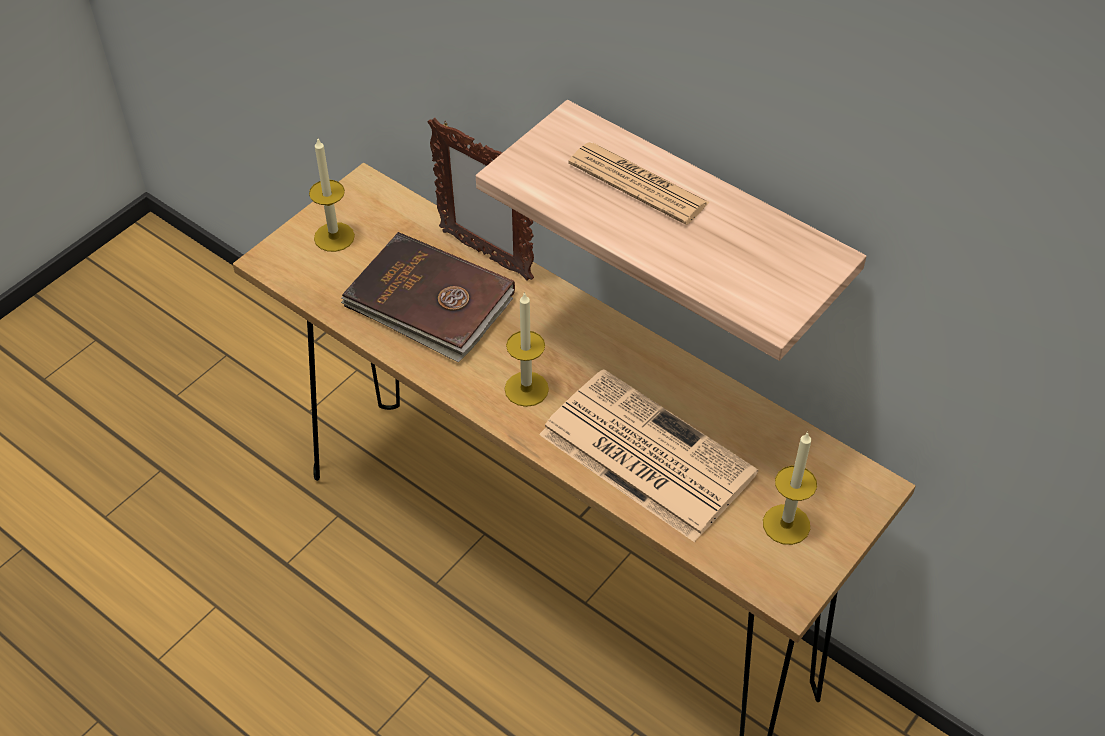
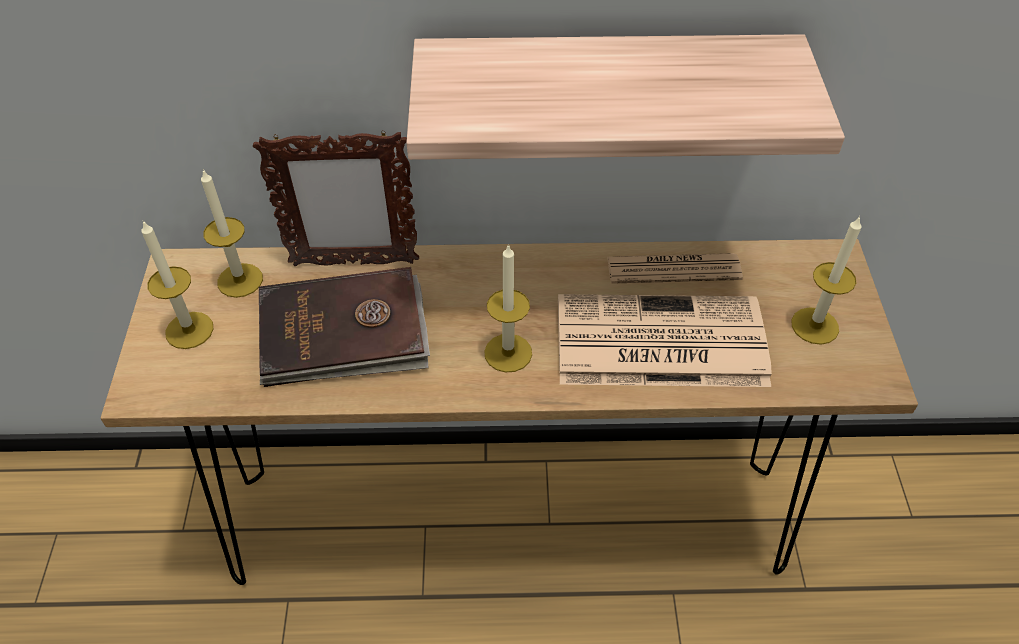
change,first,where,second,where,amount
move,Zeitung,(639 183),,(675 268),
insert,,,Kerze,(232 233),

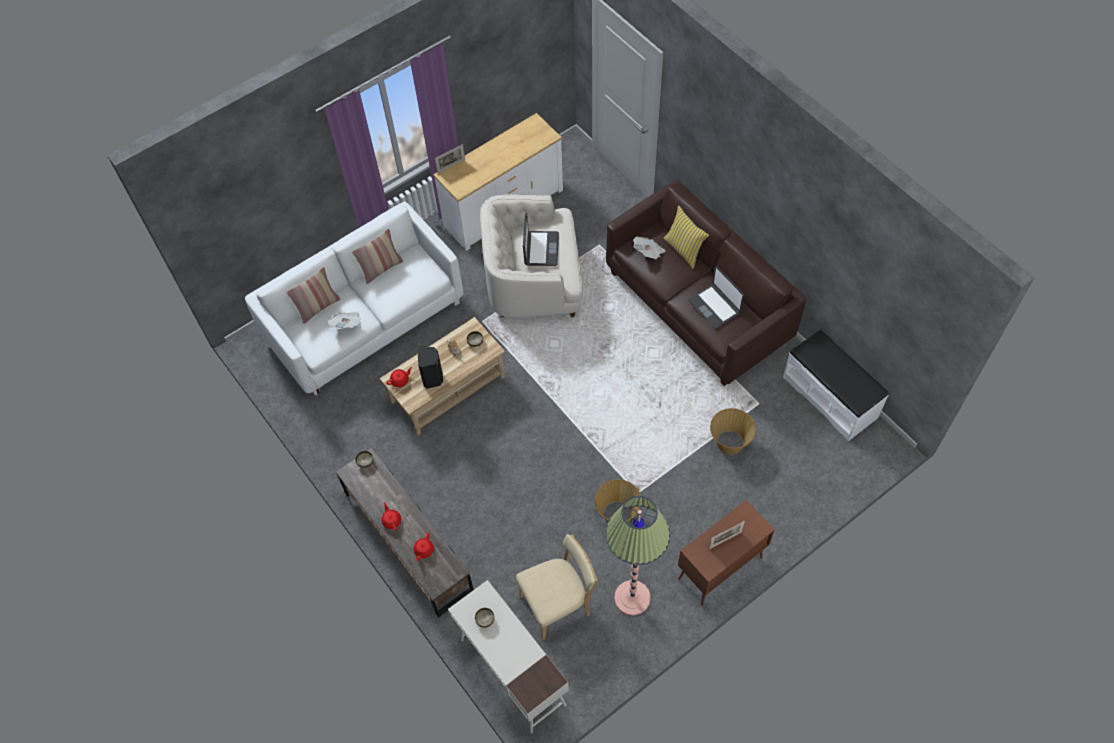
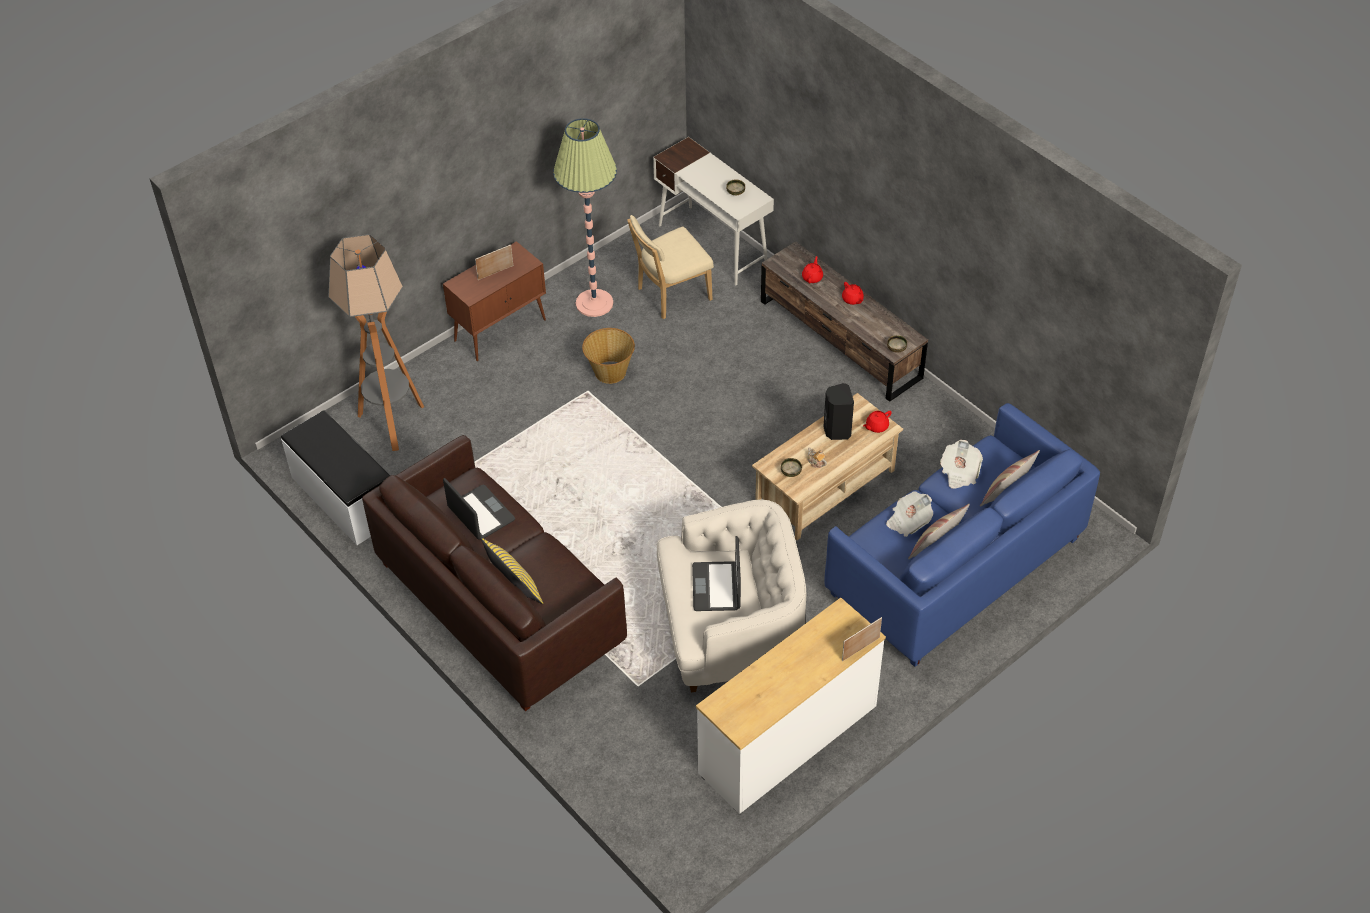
change,first,where,second,where,amount
recolor,Sofa/weiß,(354 299),Sofa/blau,(962 535),
move,Zeitung,(649 248),,(909 514),
delete,Korb,(733 431),,,
insert,,,Stehlampe,(376 342),

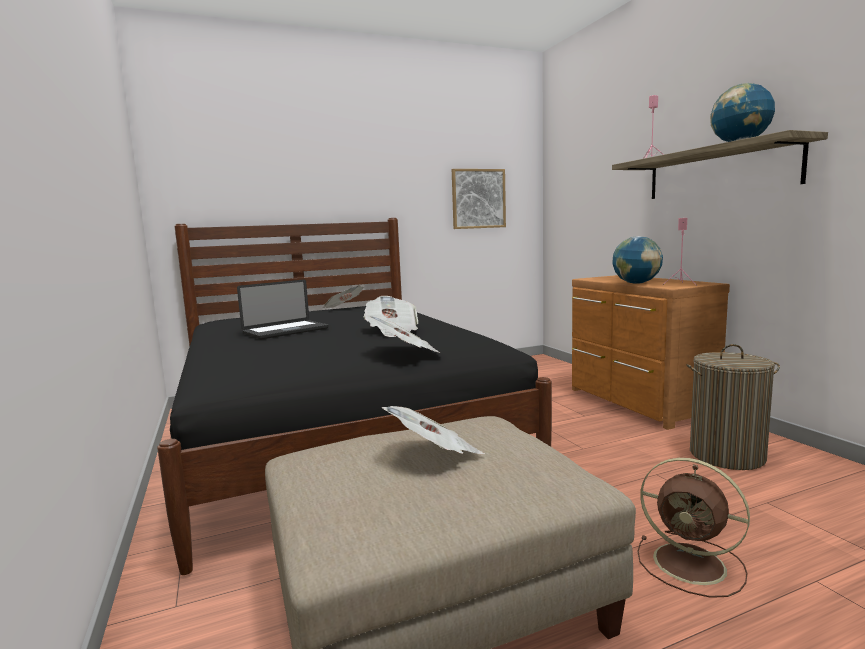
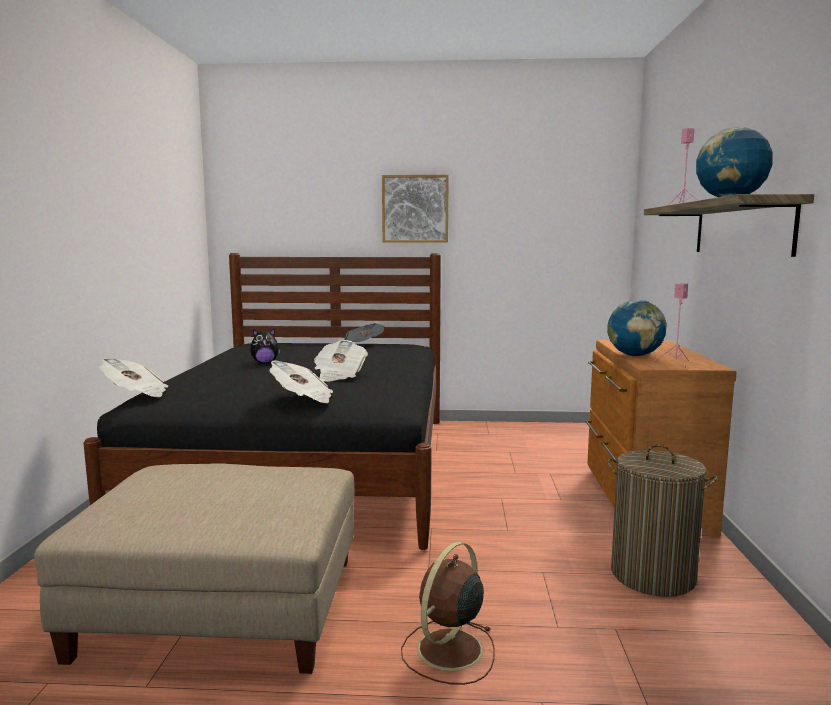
change,first,where,second,where,amount
move,Bild,(479 199),,(415 209),
replace,Laptop,(283 309),Plüschtier,(265 346),
move,Zeitung,(433 430),,(133 377),
rotate,Ventilator/braun,(694 528),,(448 613),60 degrees clockwise

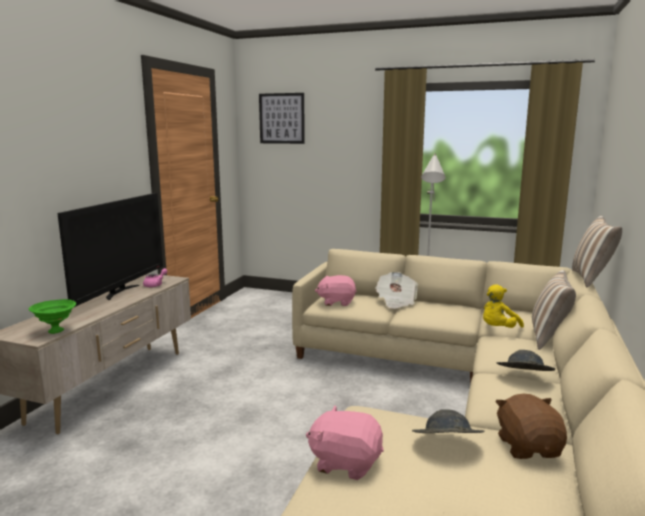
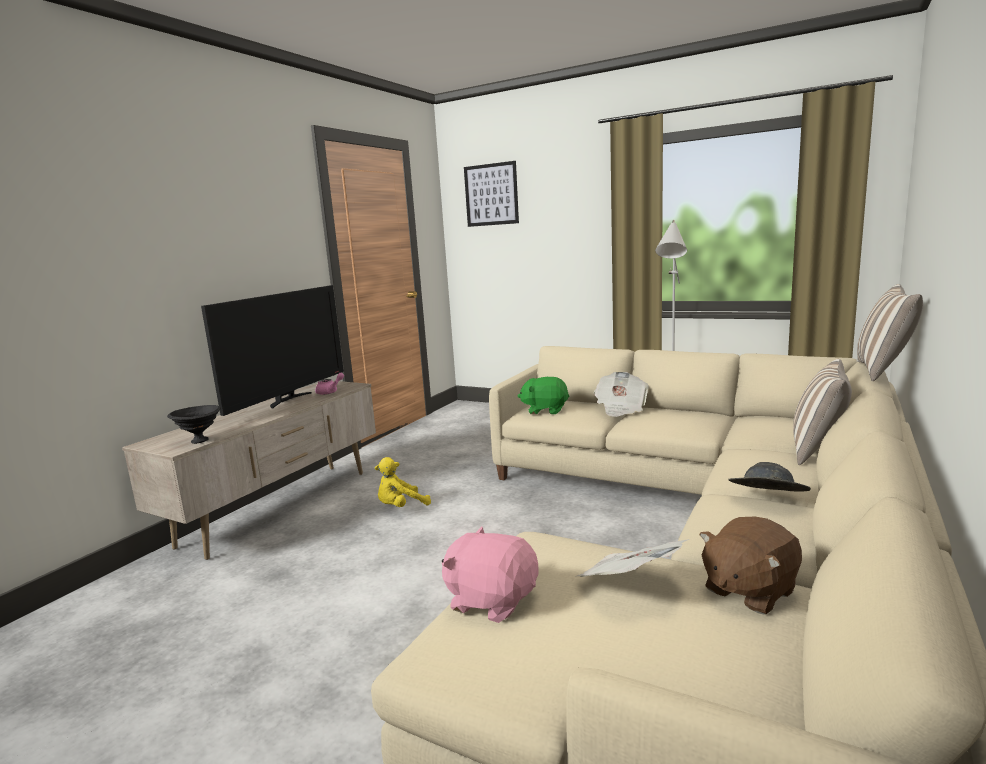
change,first,where,second,where,amount
recolor,Plüschtier/rosa,(336 290),Plüschtier/grün,(543 395),
move,Plüschtier/gelb,(503 306),,(403 482),
recolor,Schüssel/grün,(52 316),Schüssel/schwarz,(194 424),
rotate,Plüschtier/braun,(531 426),,(750 566),135 degrees counterclockwise
replace,Hut/grau,(448 421),Zeitung,(632 558),

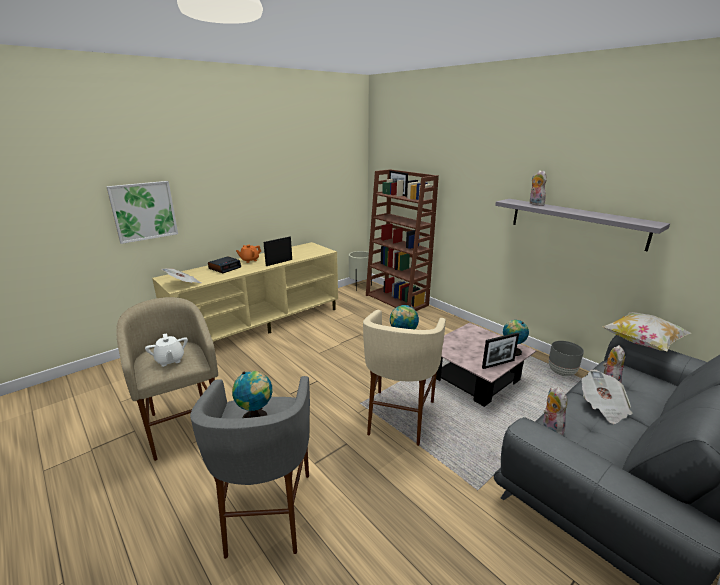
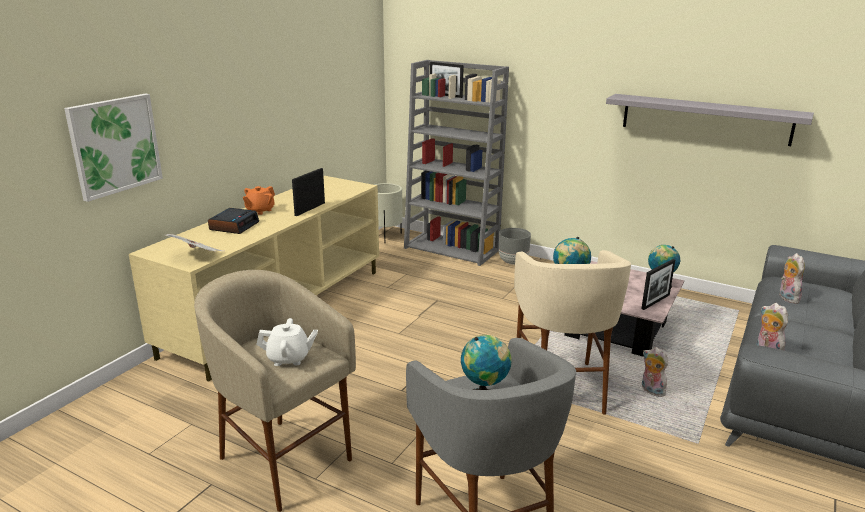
change,first,where,second,where,amount
recolor,Bücherregal/braun,(402 240),Bücherregal/grau,(456 163),
move,Plüschtier,(538 188),,(655 372),
delete,Kissen,(646 332),,,
rotate,Teekanne/weiß,(166 350),,(287 342),45 degrees counterclockwise
move,Pflanzkübel/grau,(566 358),,(515 246),
delete,Zeitung,(607 397),,,

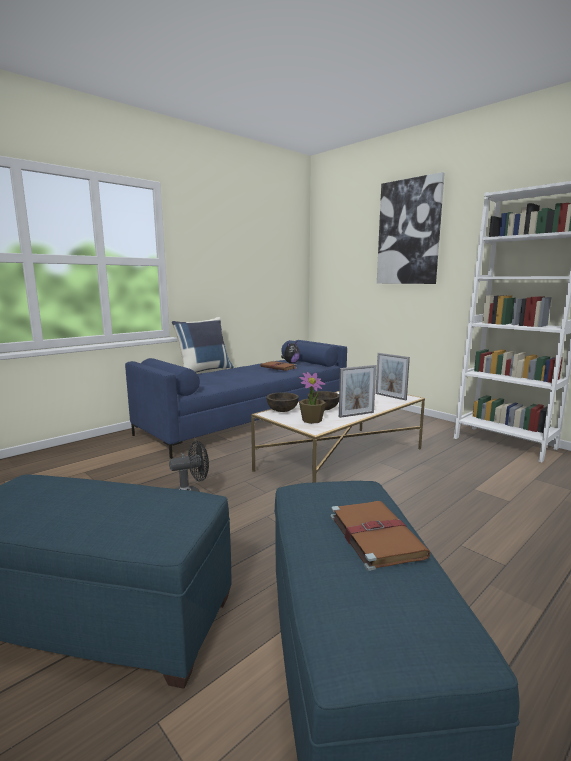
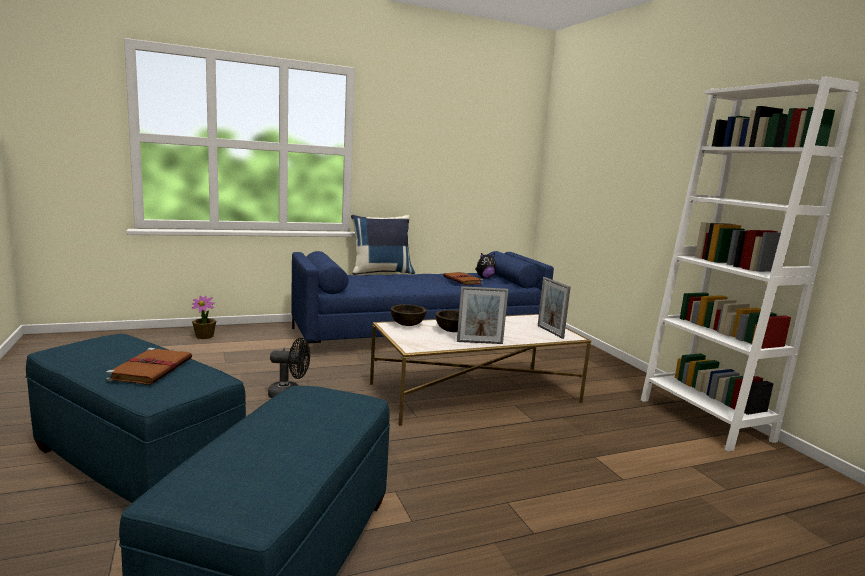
change,first,where,second,where,amount
delete,Bild,(411 228),,,
move,Topfpflanze,(312 398),,(204 317),
move,Buch/braun,(380 536),,(149 366),

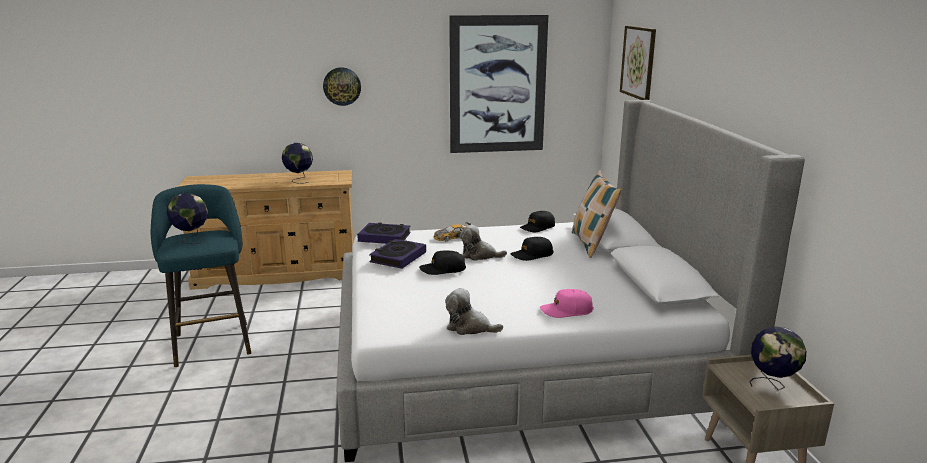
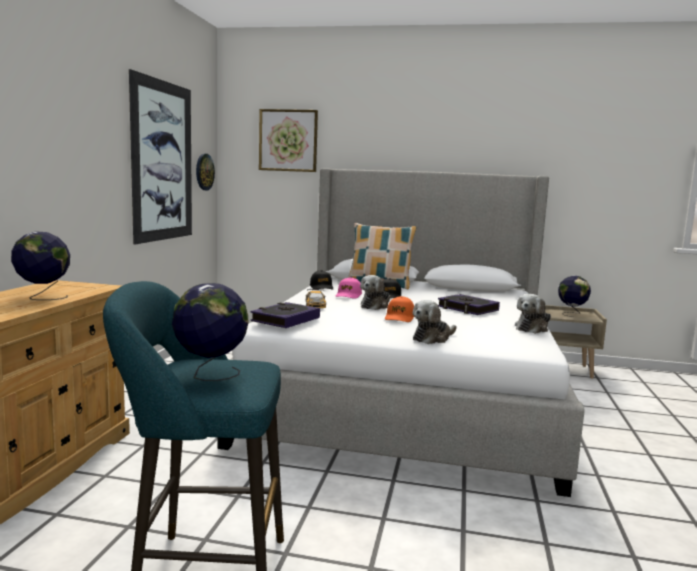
change,first,where,second,where,amount
move,Wanduhr,(342 86),,(205 172),
move,Buch,(397 254),,(469 304),
recolor,Kappe/schwarz,(442 262),Kappe/orange,(399 309),
move,Kappe/rosa,(567 303),,(348 288),
insert,,,Plüschtier,(434 322),

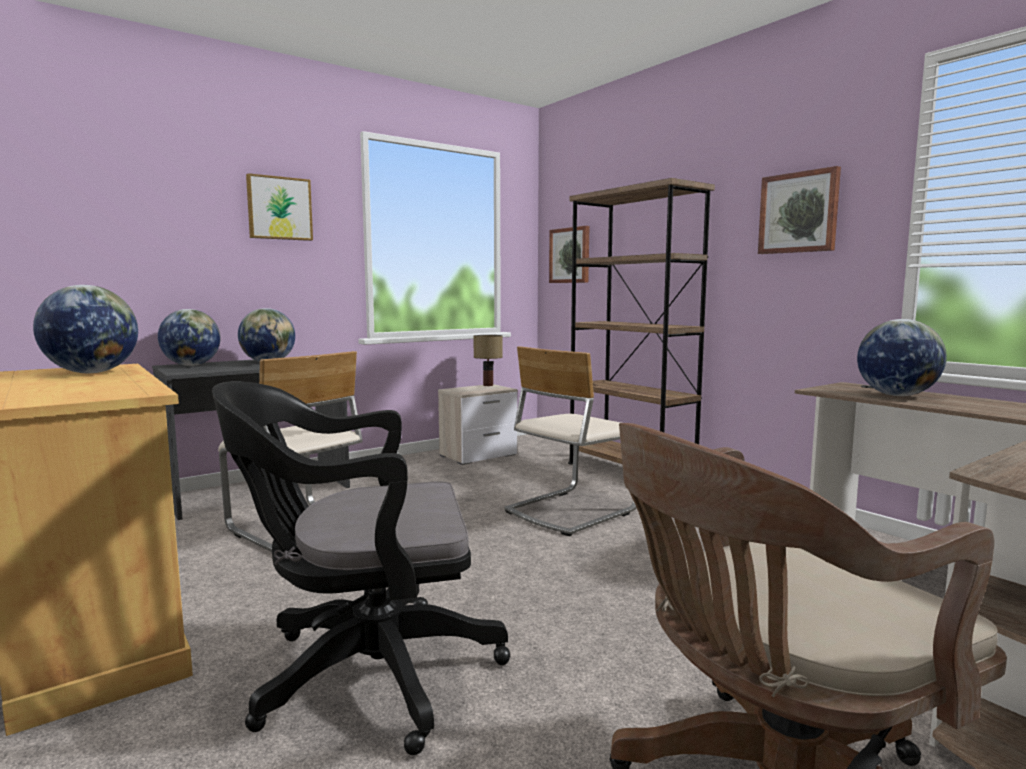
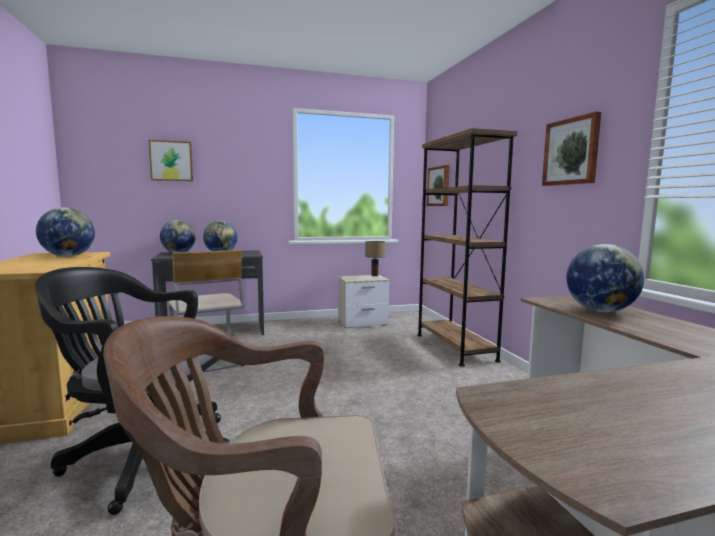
change,first,where,second,where,amount
move,Bild,(279 207),,(171 160),
delete,Stuhl/beige,(570 441),,,

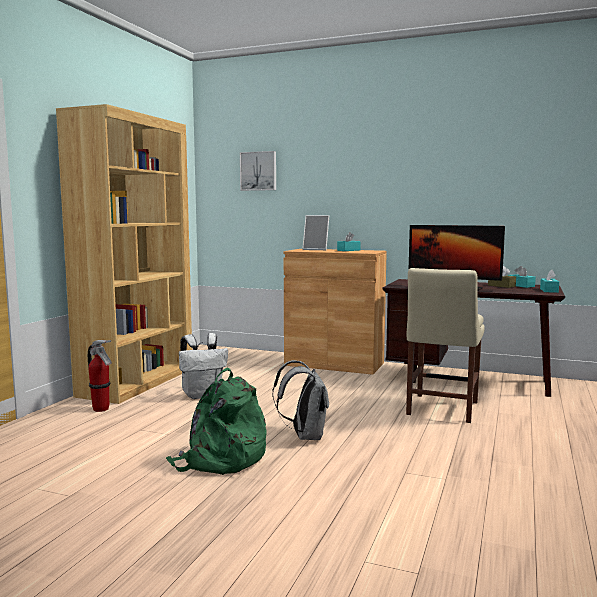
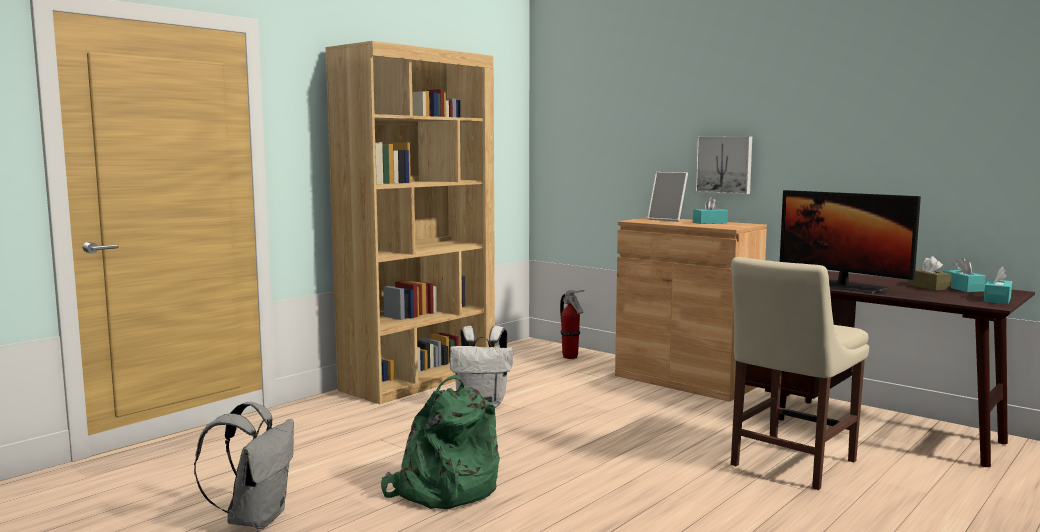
change,first,where,second,where,amount
move,Bild,(258 171),,(723 165),
move,Feuerlöscher,(100 376),,(572 324),
move,Rucksack/grau,(300 400),,(244 465),

